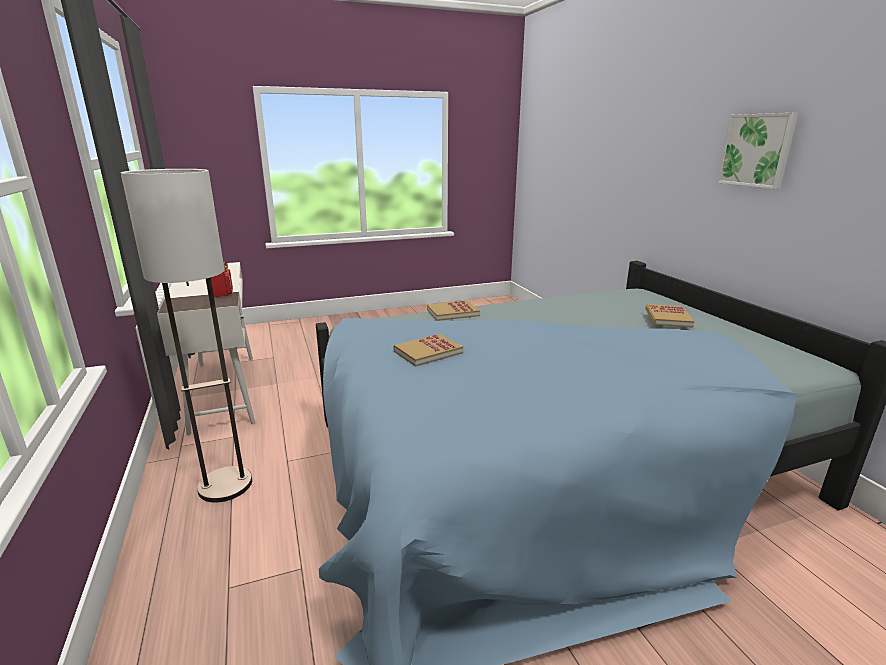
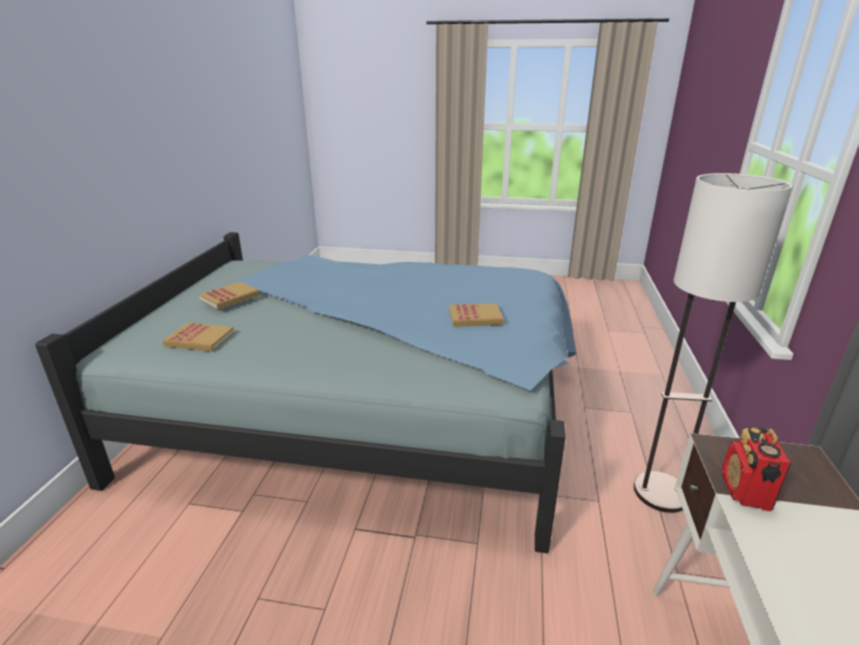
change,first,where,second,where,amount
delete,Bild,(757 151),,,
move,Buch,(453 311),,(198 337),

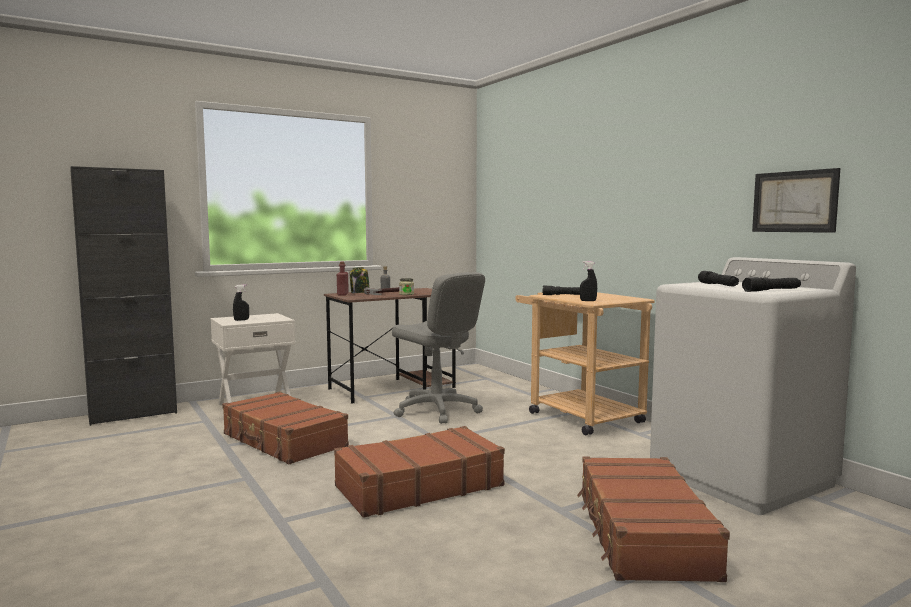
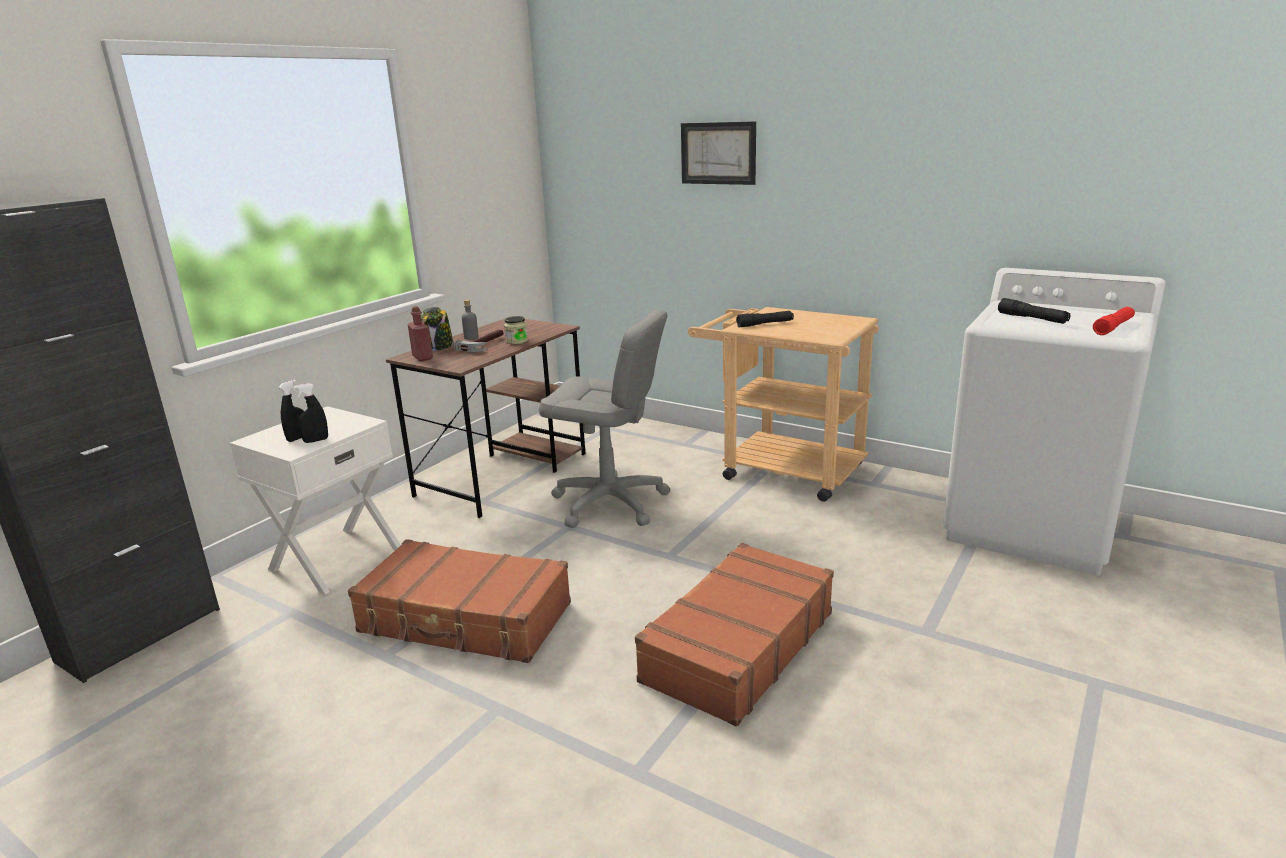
change,first,where,second,where,amount
move,Bild,(796 200),,(718 153),
move,Sprühflasche/schwarz,(588 281),,(311 413),
recolor,Taschenlampe/schwarz,(771 284),Taschenlampe/rot,(1114 321),
delete,Koffer/braun,(653 519),,,

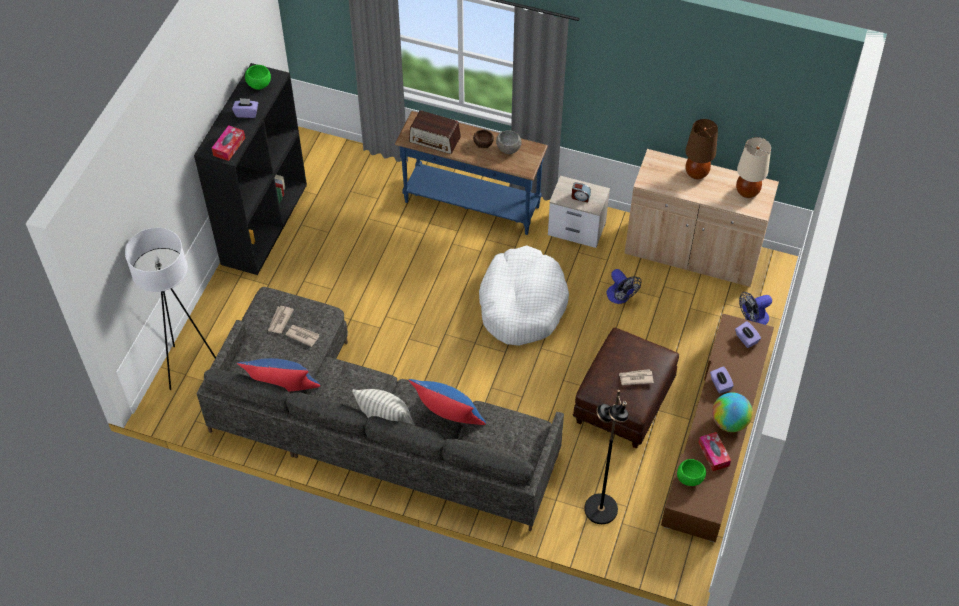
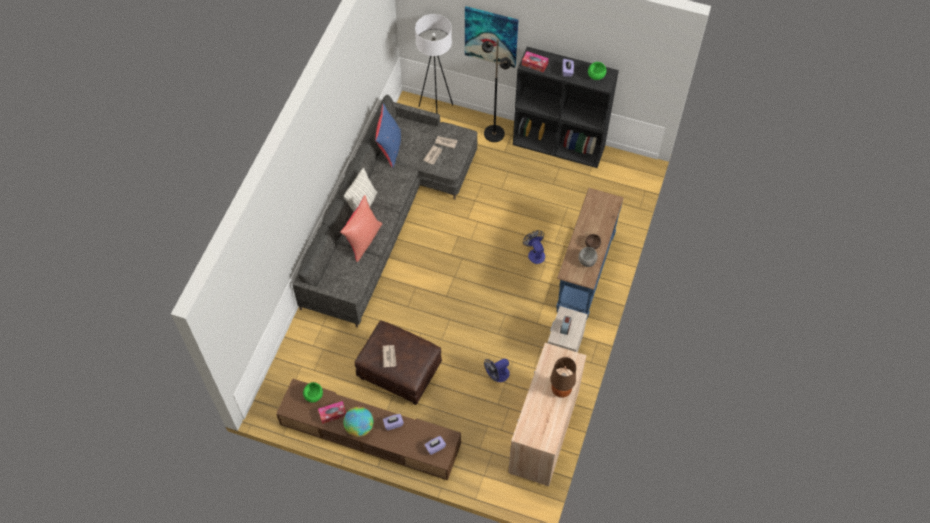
change,first,where,second,where,amount
delete,Radio,(435 132),,,
delete,Tischlampe/beige,(753 167),,,
delete,Hundebett/weiß,(524 295),,,
move,Ventilator,(755 308),,(534 247),
recolor,Kissen/blau,(447 402),Kissen/rot,(361 228),
move,Stehlampe/schwarz,(606 457),,(496 90),
insert,,,Bild,(491 37),

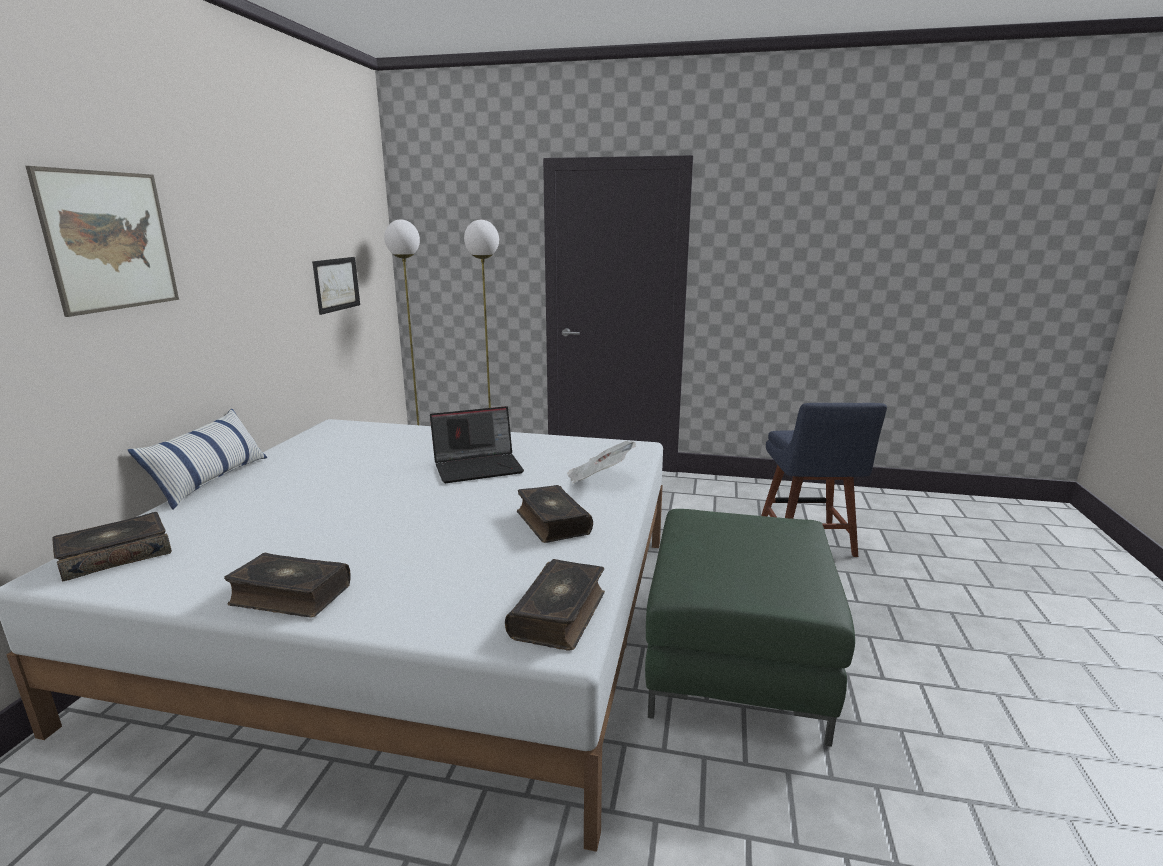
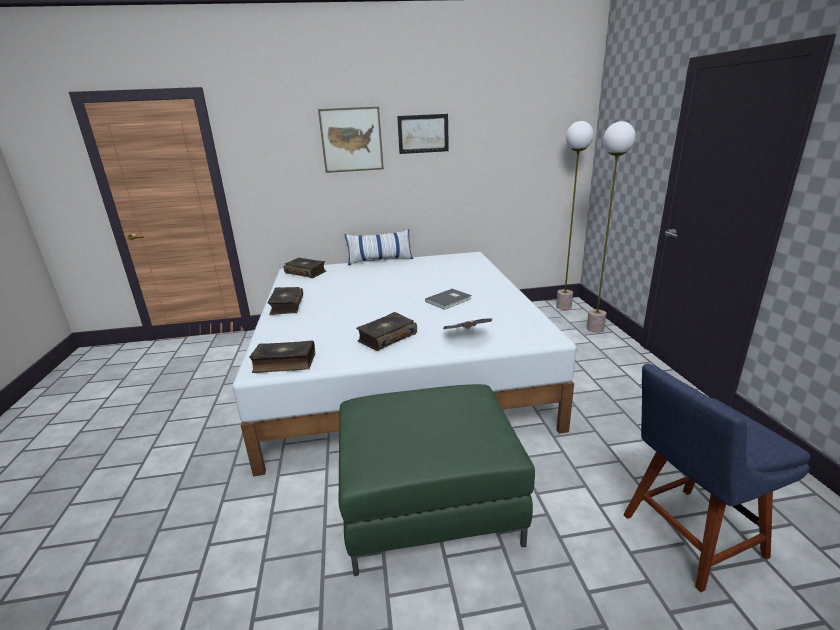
change,first,where,second,where,amount
move,Bild,(336 286),,(423 134),
replace,Laptop,(477 444),Buch/grau,(448 299),

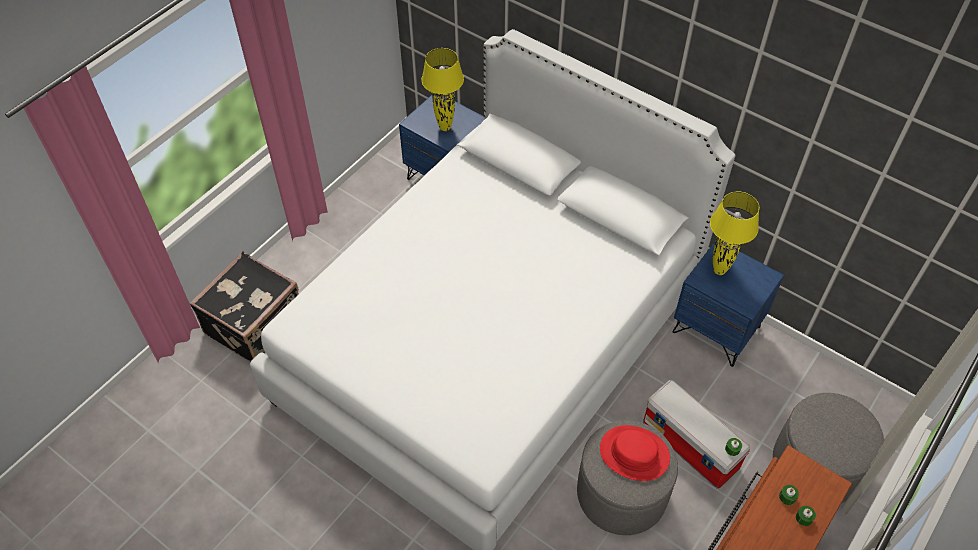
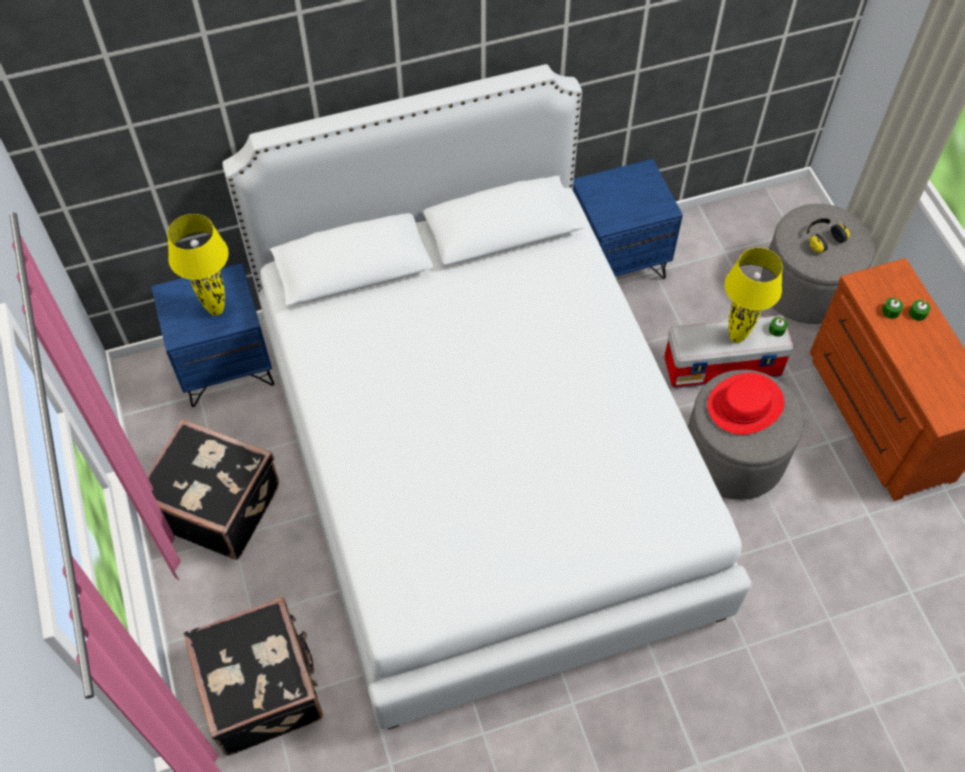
change,first,where,second,where,amount
move,Tischlampe/gelb,(734 233),,(754 295),
insert,,,Kopfhörer,(828 235),
insert,,,Koffer/schwarz,(213 489),

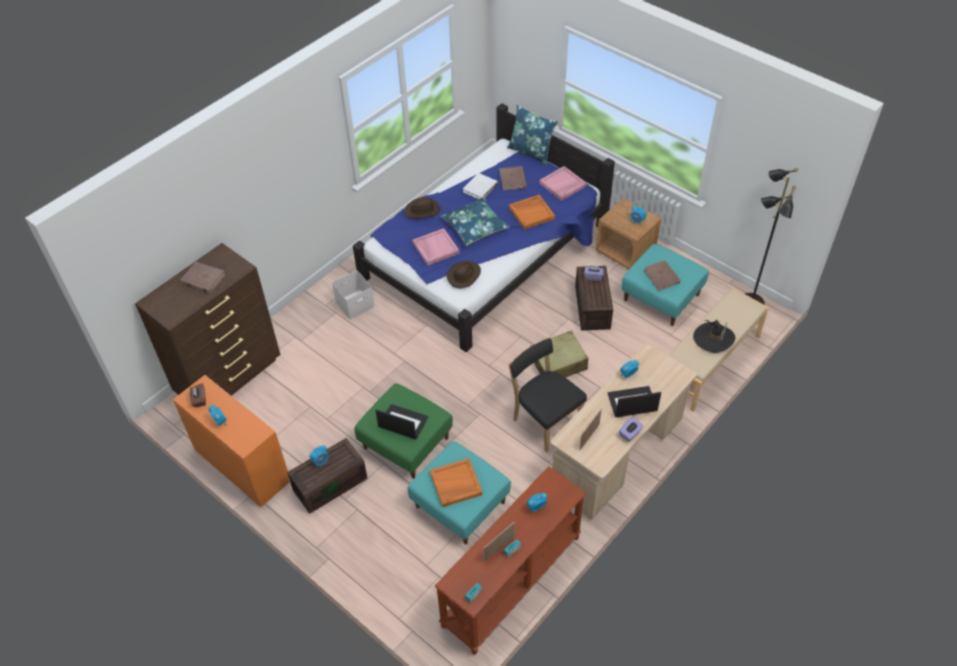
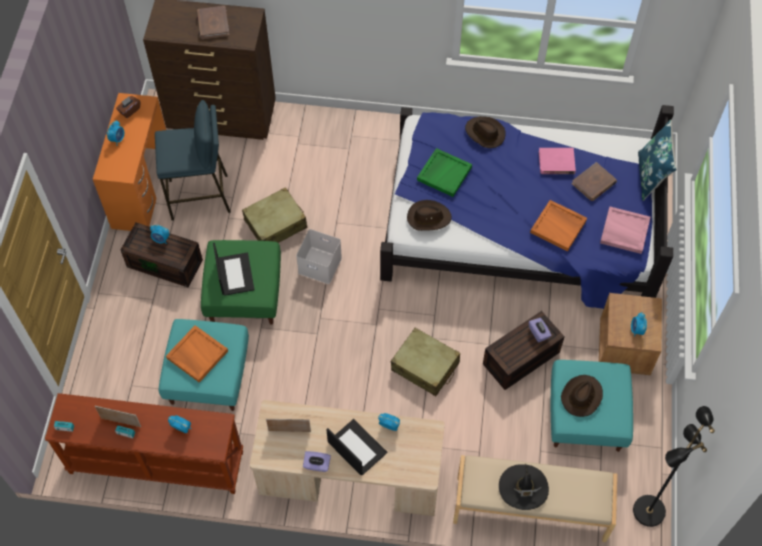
change,first,where,second,where,amount
recolor,Buch/weiß,(480 186),Buch/rosa,(557 161),
delete,Kissen/blau,(475 221),,,
recolor,Tablett/rosa,(436 247),Tablett/grün,(444 172),
replace,Buch/braun,(662 275),Hut/braun,(582 396),
move,Aufbewahrungsbox/weiß,(353 295),,(319 256),
delete,Stuhl/schwarz,(548 395),,,
insert,,,Hocker/blau,(193 160),
insert,,,Koffer/beige,(274 215),

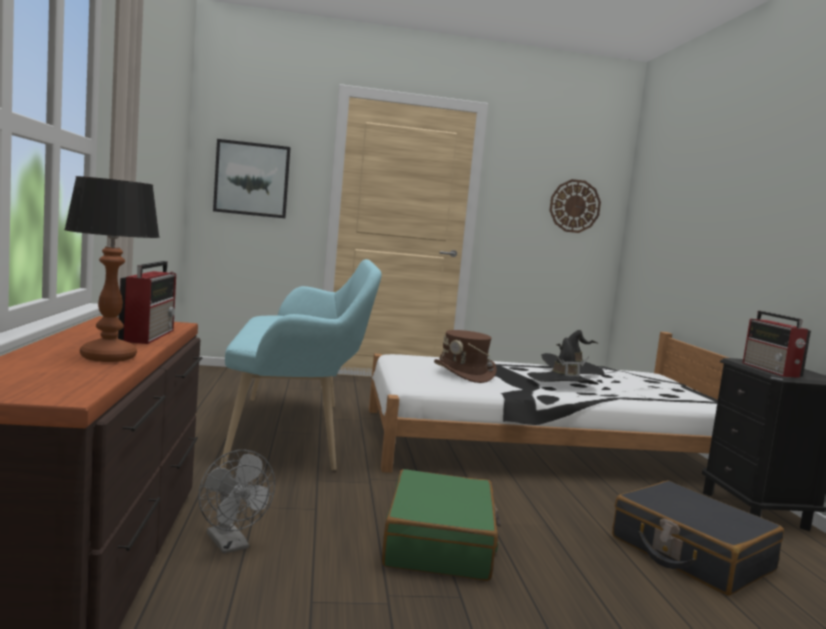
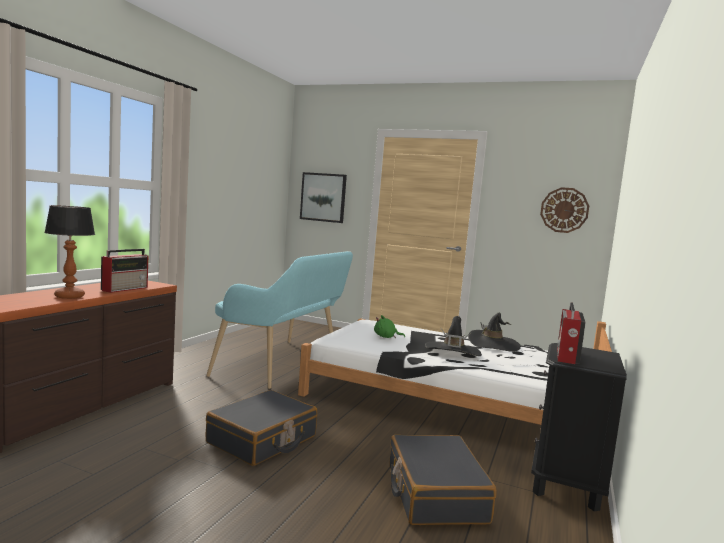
change,first,where,second,where,amount
replace,Hut/braun,(465 356),Plüschtier/grün,(389 326),
delete,Ventilator/grau,(236 502),,,
recolor,Koffer/grün,(441 525),Koffer/schwarz,(261 428),

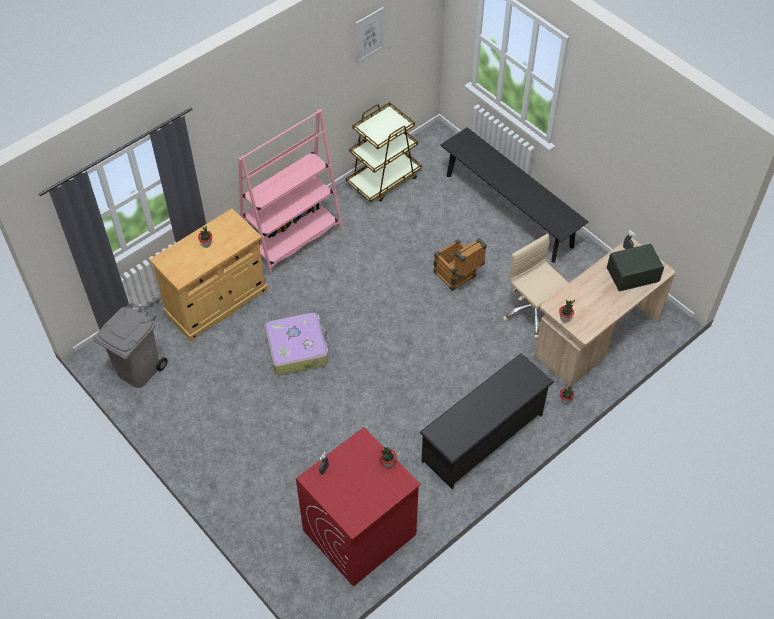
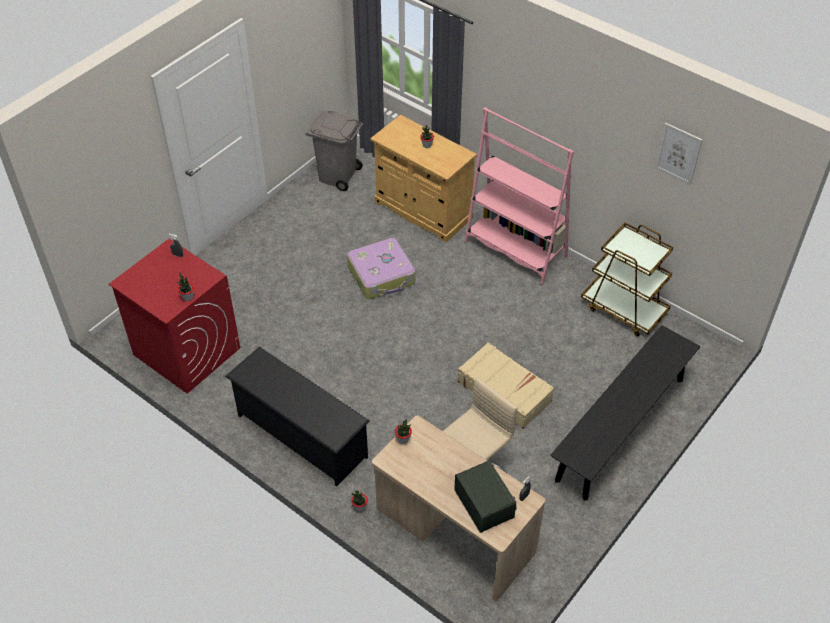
change,first,where,second,where,amount
replace,Kiste,(460 264),Koffer/beige,(506 385),

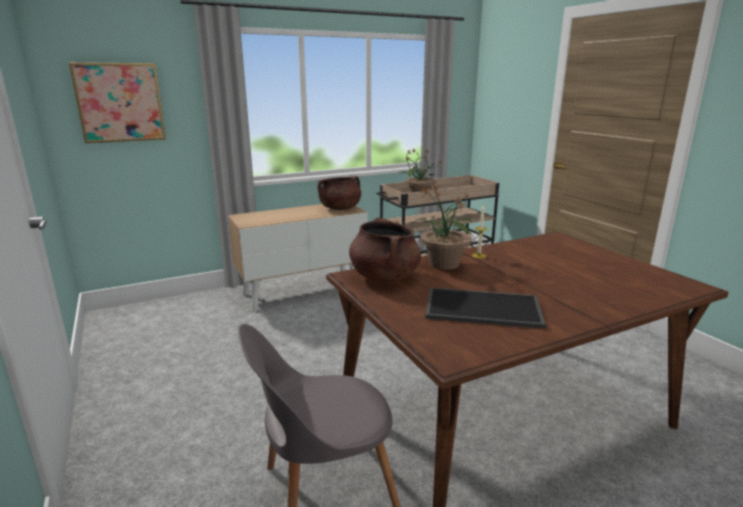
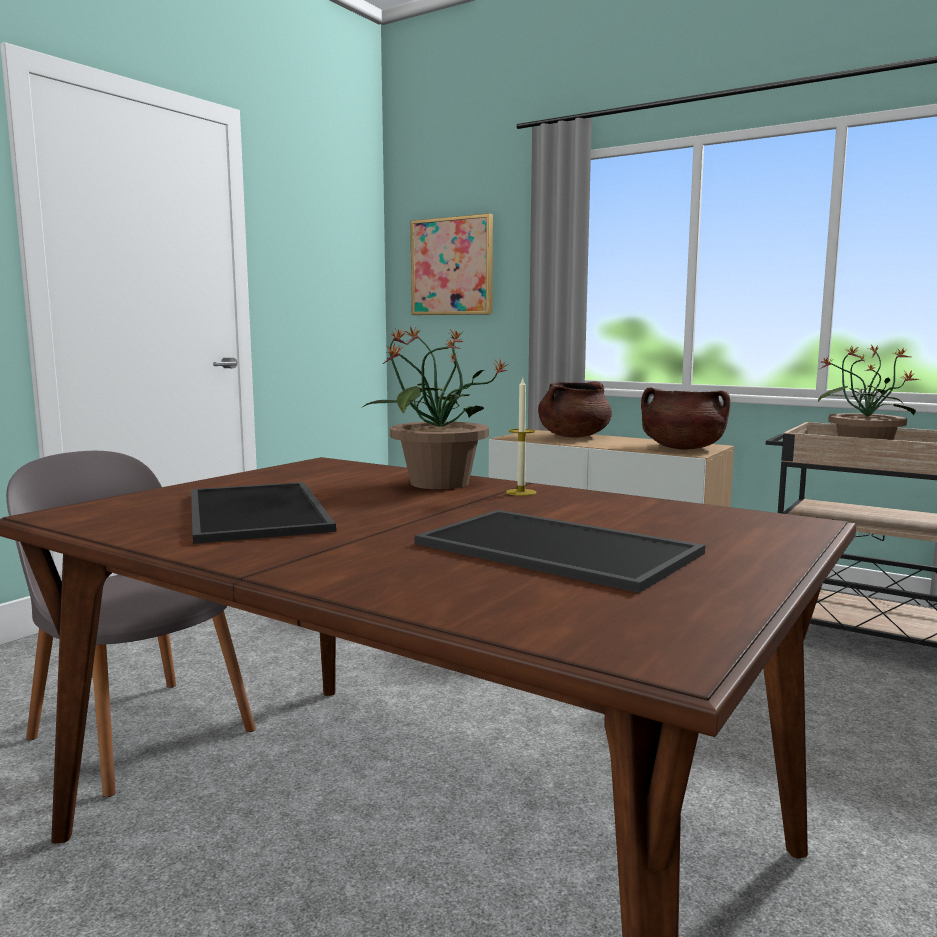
change,first,where,second,where,amount
move,Kochtopf/braun,(385 249),,(575 409),
insert,,,Tablett,(560 551),

